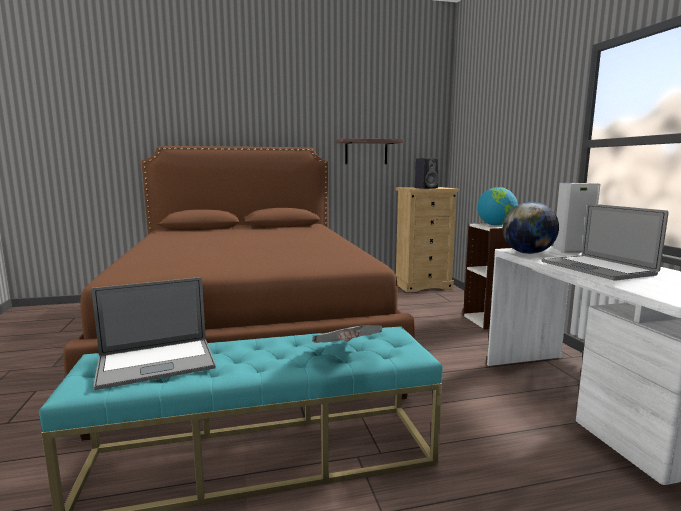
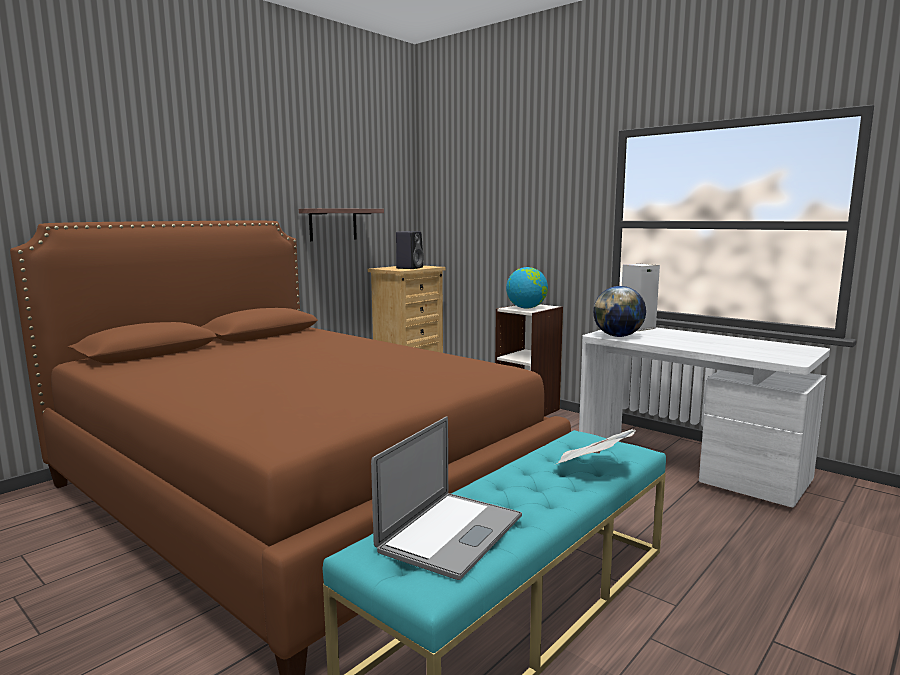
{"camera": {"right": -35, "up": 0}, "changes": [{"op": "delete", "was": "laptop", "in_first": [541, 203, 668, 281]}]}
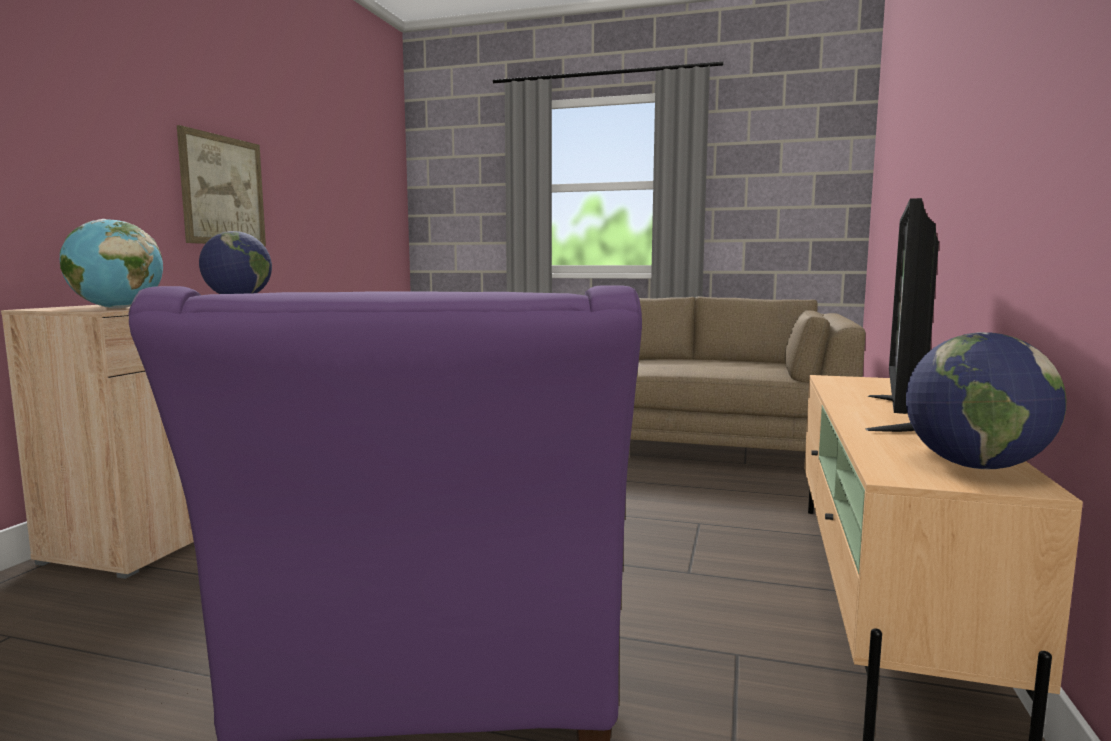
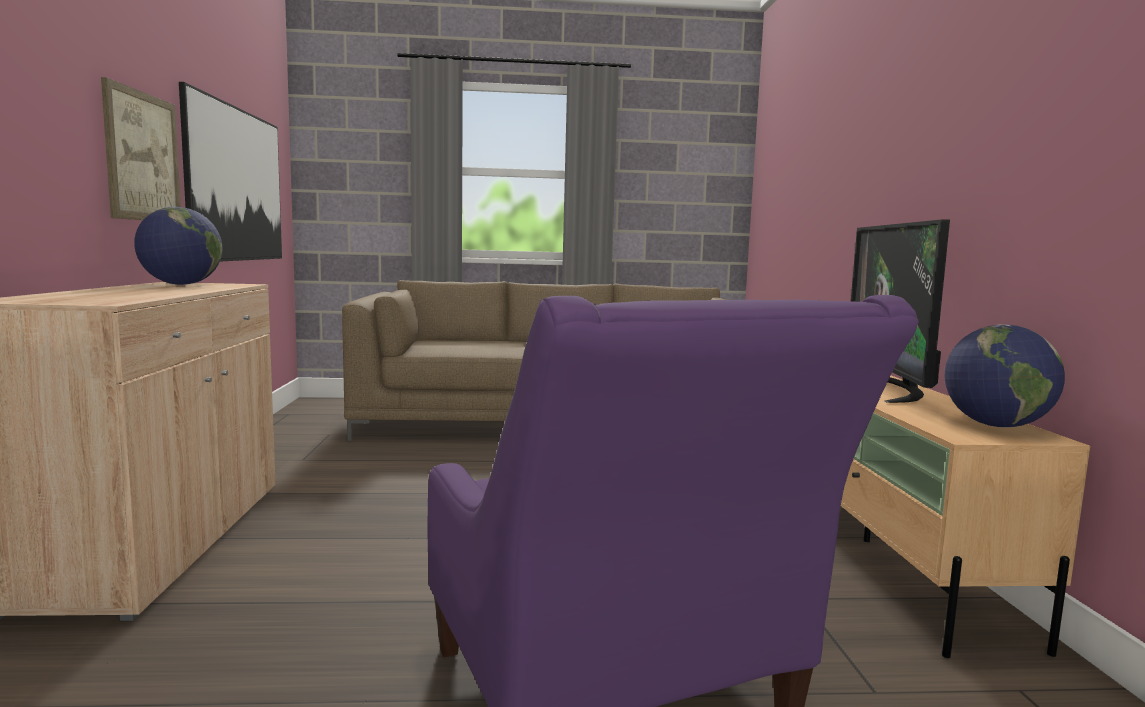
{"camera": {"right": -20, "up": 0}, "changes": [{"op": "insert", "now": "obraz", "in_second": [179, 82, 282, 261]}, {"op": "delete", "was": "globus", "in_first": [60, 219, 163, 309]}]}
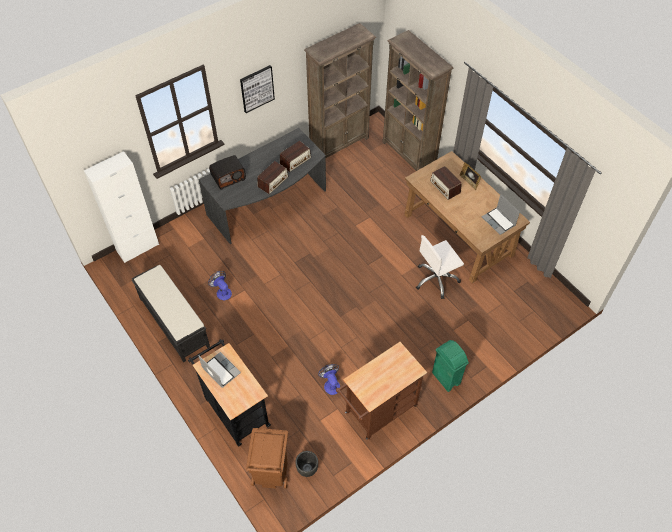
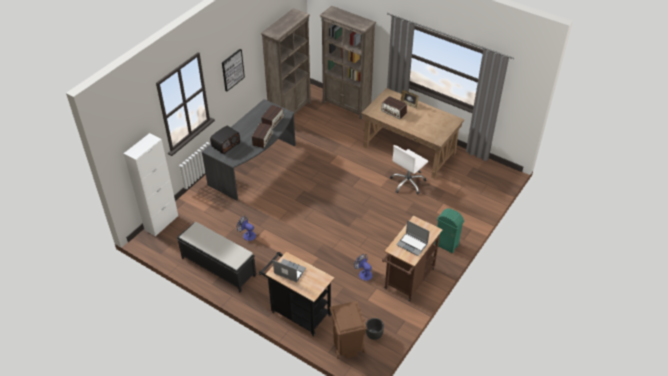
{"camera": {"right": -20, "up": -10}, "changes": [{"op": "move", "was": "laptop", "in_first": [482, 194, 520, 235], "in_second": [396, 220, 430, 256]}]}
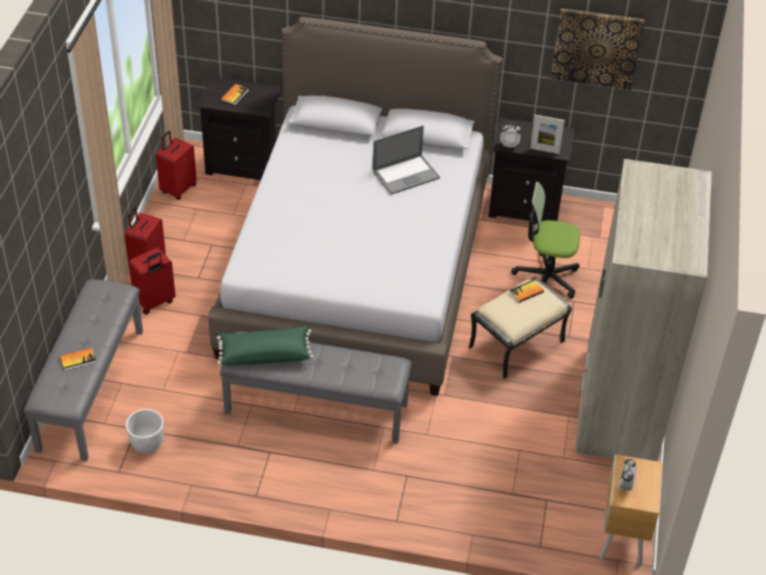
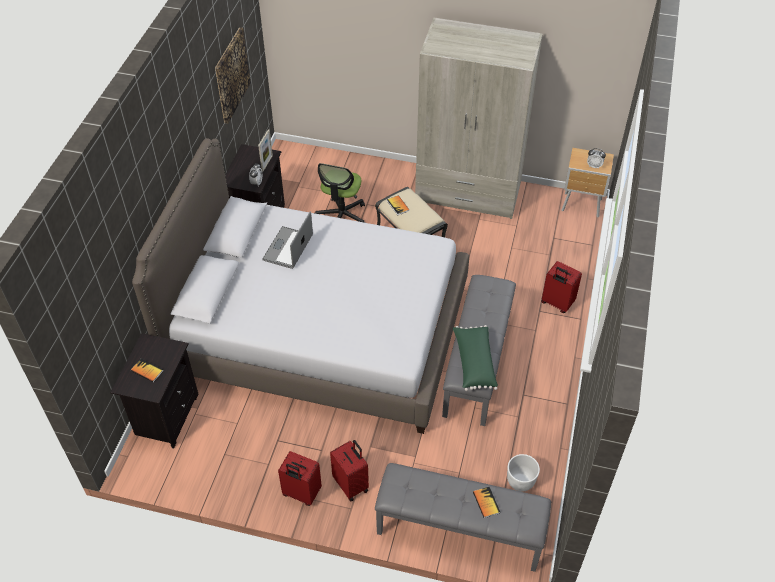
{"camera": {"right": -85, "up": 5}, "changes": [{"op": "rotate", "was": "laptop", "in_first": [373, 125, 440, 195], "in_second": [262, 212, 313, 269], "clockwise": -135}, {"op": "move", "was": "walizka [czerwony]", "in_first": [156, 131, 197, 200], "in_second": [541, 261, 582, 313]}]}
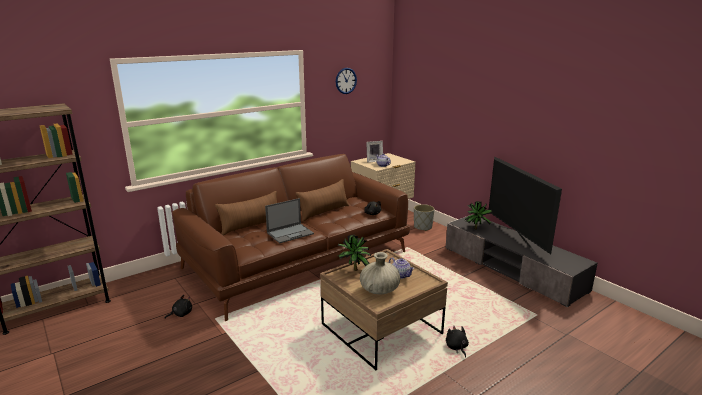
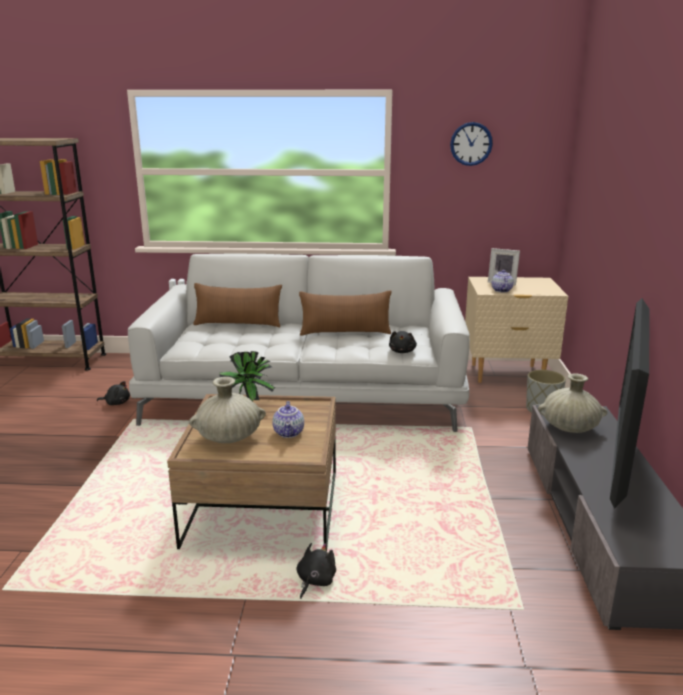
{"camera": {"right": 40, "up": 0}, "changes": [{"op": "recolor", "was": "kanapa [brązowy]", "now": "kanapa [biały]", "in_first": [172, 154, 410, 321], "in_second": [128, 254, 470, 432]}, {"op": "replace", "was": "roślina doniczkowa", "now": "wazon [beżowy]", "in_first": [465, 201, 492, 230], "in_second": [538, 373, 607, 433]}, {"op": "delete", "was": "laptop", "in_first": [265, 198, 314, 244]}]}
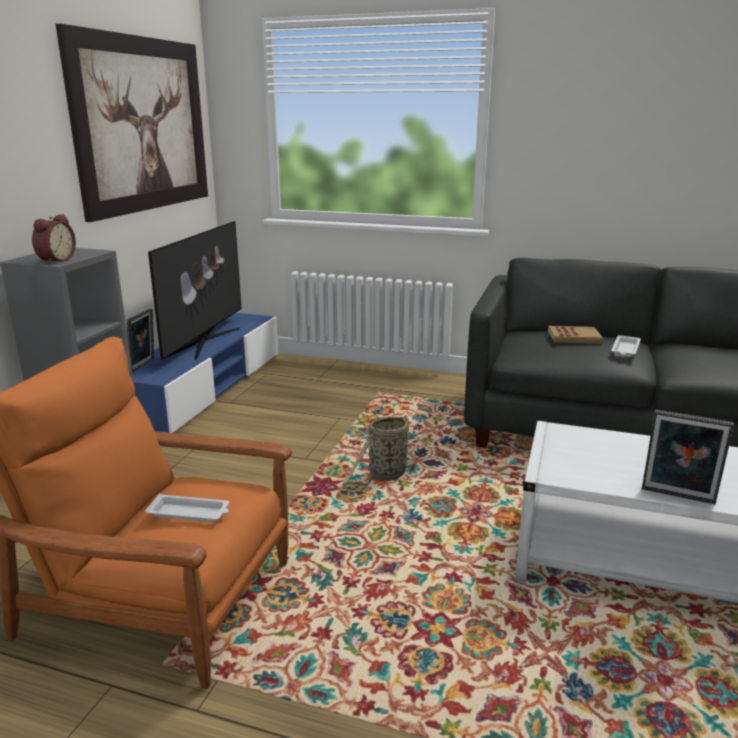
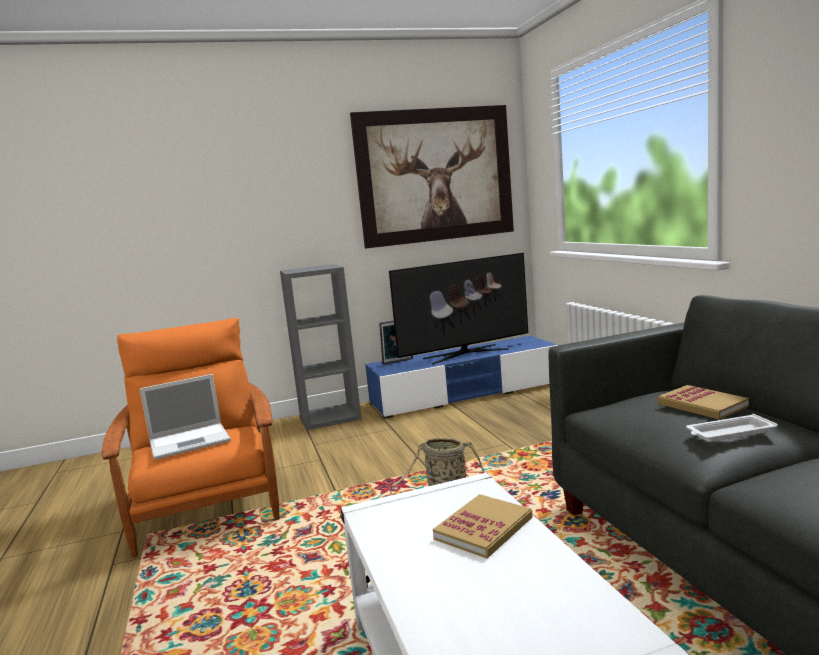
{"camera": {"right": 55, "up": -10}, "changes": [{"op": "replace", "was": "taca [biały]", "now": "laptop", "in_first": [145, 494, 229, 522], "in_second": [140, 374, 231, 460]}, {"op": "insert", "now": "książka", "in_second": [433, 494, 533, 558]}, {"op": "delete", "was": "budzik", "in_first": [32, 214, 76, 264]}, {"op": "delete", "was": "ramka na zdjęcie", "in_first": [642, 409, 734, 504]}]}
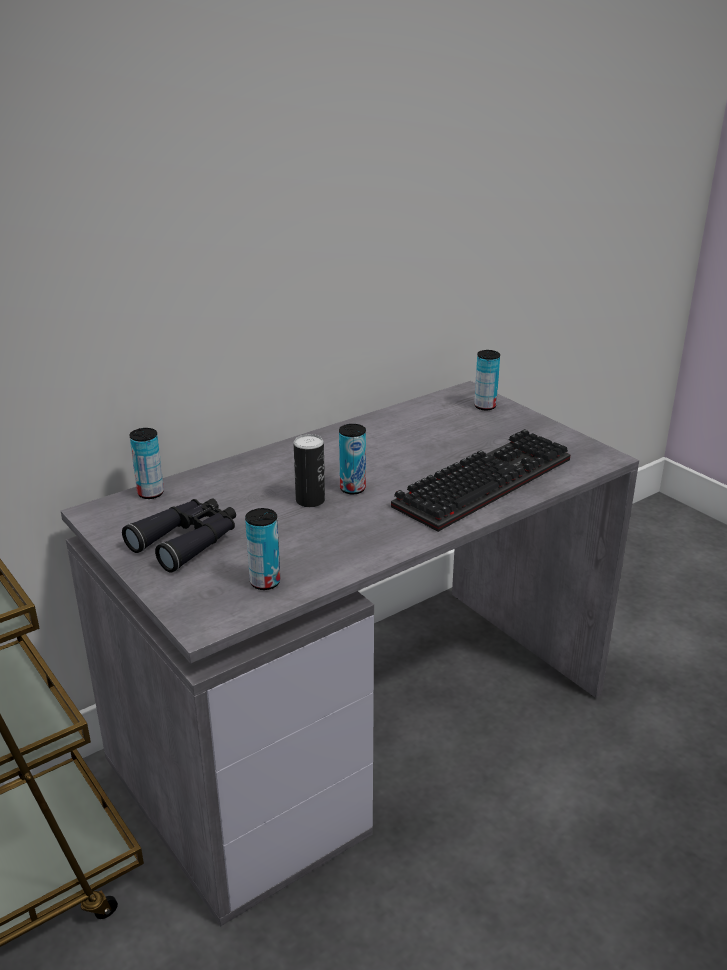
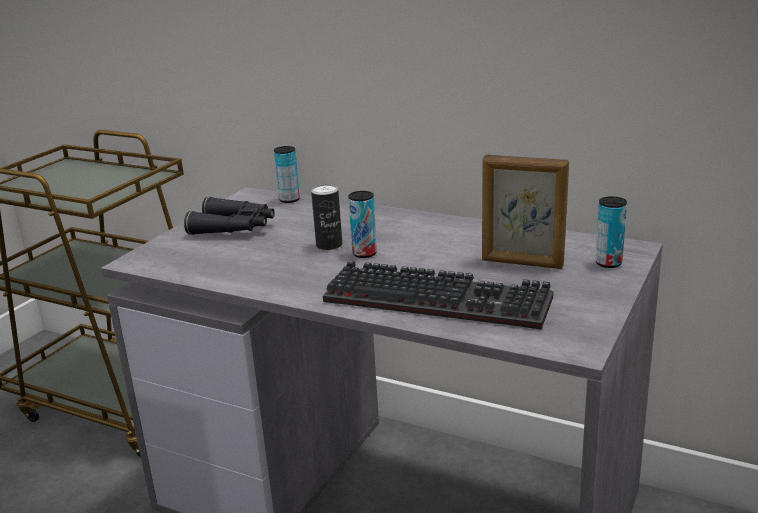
{"camera": {"right": 65, "up": -5}, "changes": [{"op": "insert", "now": "ramka na zdjęcie", "in_second": [482, 154, 569, 269]}, {"op": "delete", "was": "puszka", "in_first": [245, 508, 280, 590]}]}
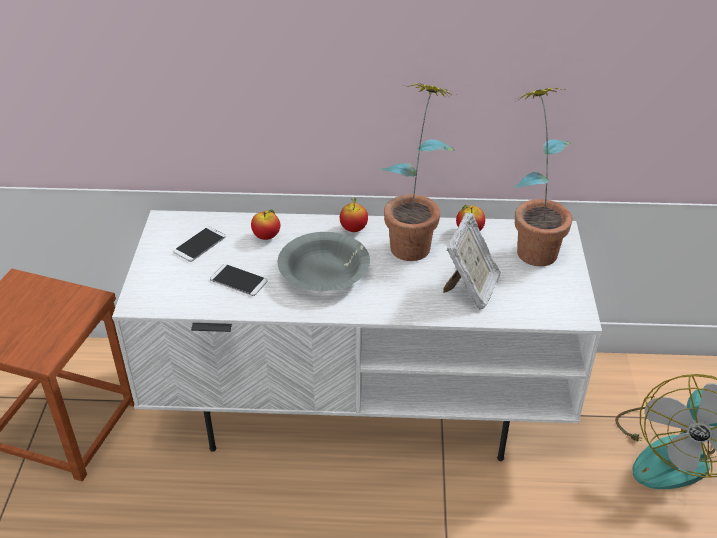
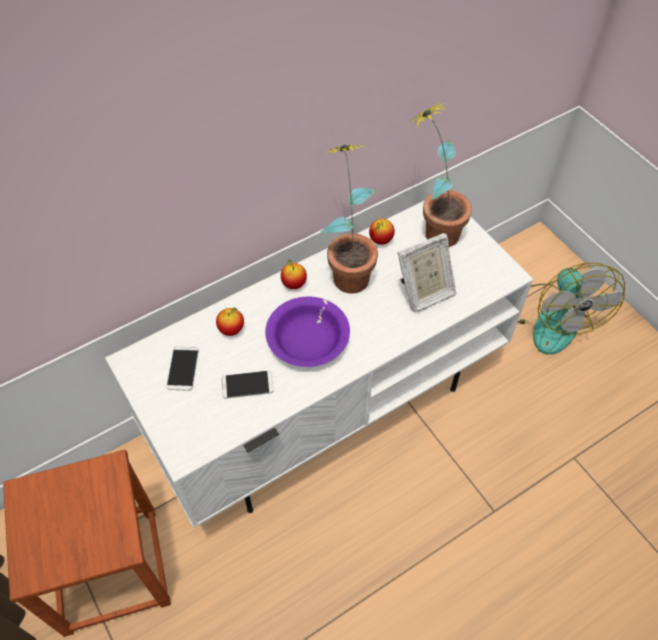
{"camera": {"right": -35, "up": 15}, "changes": [{"op": "recolor", "was": "miska [szary]", "now": "miska [fioletowy]", "in_first": [278, 232, 370, 291], "in_second": [265, 296, 350, 367]}, {"op": "rotate", "was": "ramka na zdjęcie", "in_first": [443, 212, 501, 310], "in_second": [397, 233, 457, 312], "clockwise": 75}]}
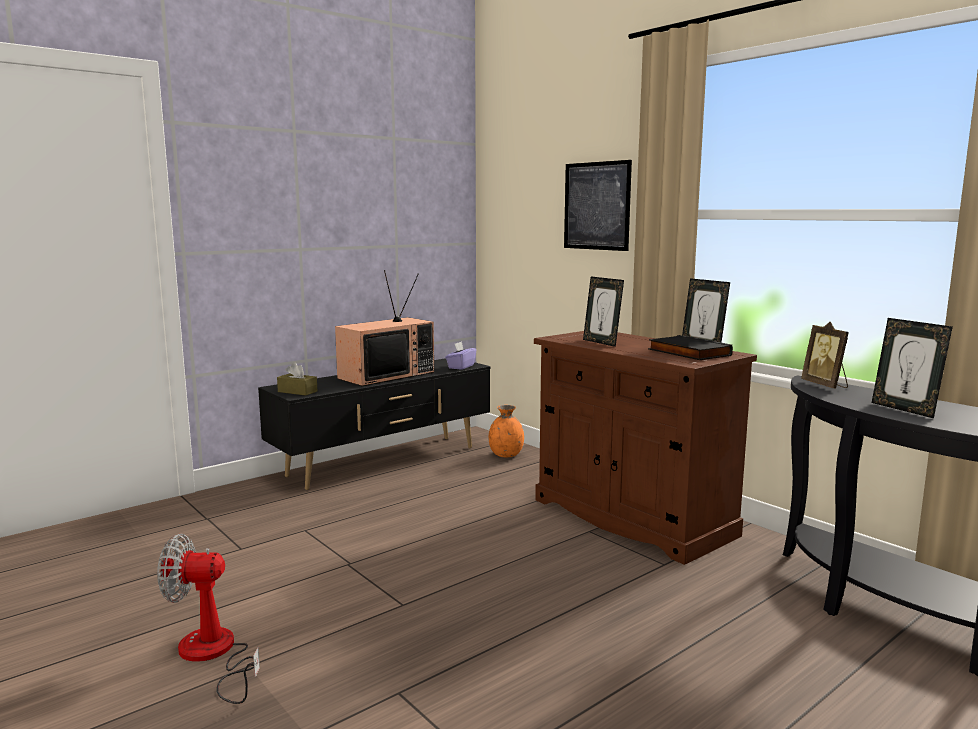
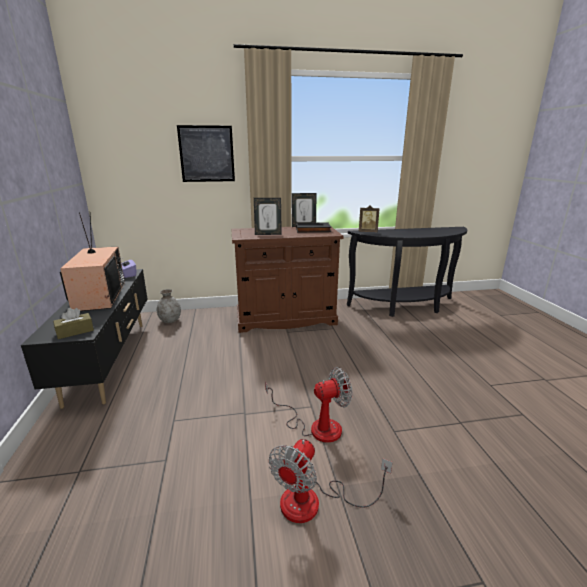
{"camera": {"right": -60, "up": 10}, "changes": [{"op": "recolor", "was": "wazon [pomarańczowy]", "now": "wazon [szary]", "in_first": [488, 405, 524, 457], "in_second": [157, 289, 181, 323]}, {"op": "insert", "now": "wentylator", "in_second": [265, 367, 352, 443]}, {"op": "delete", "was": "ramka na zdjęcie", "in_first": [872, 318, 953, 418]}]}
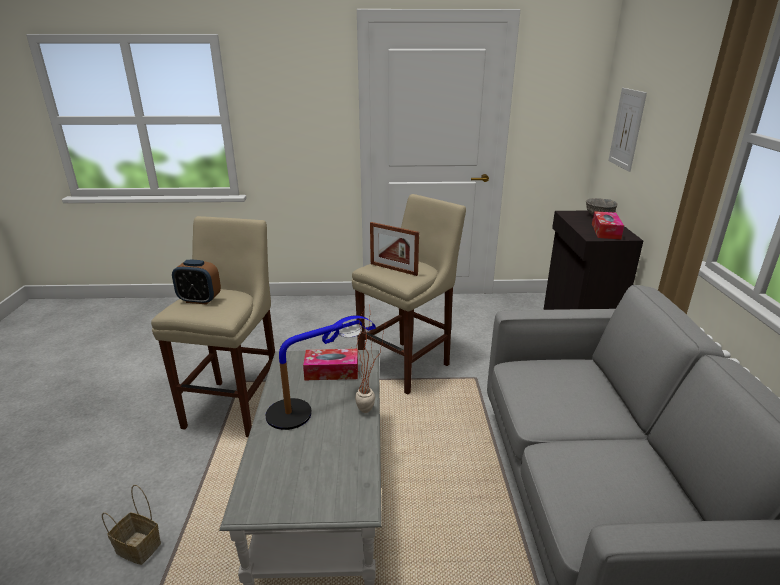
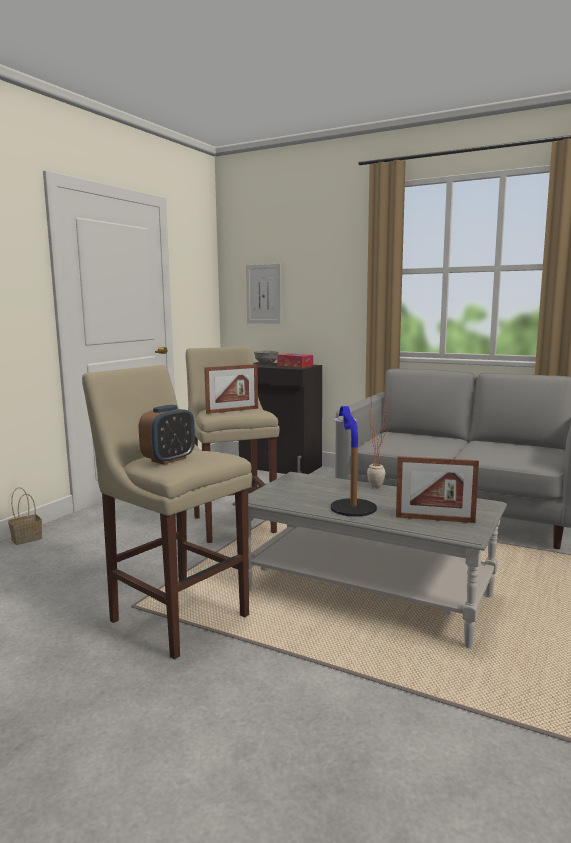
{"camera": {"right": -60, "up": -15}, "changes": [{"op": "move", "was": "koszyk", "in_first": [102, 485, 161, 565], "in_second": [8, 487, 42, 545]}, {"op": "insert", "now": "ramka na zdjęcie", "in_second": [396, 456, 479, 523]}, {"op": "delete", "was": "pudełko chusteczek", "in_first": [303, 349, 358, 381]}]}
